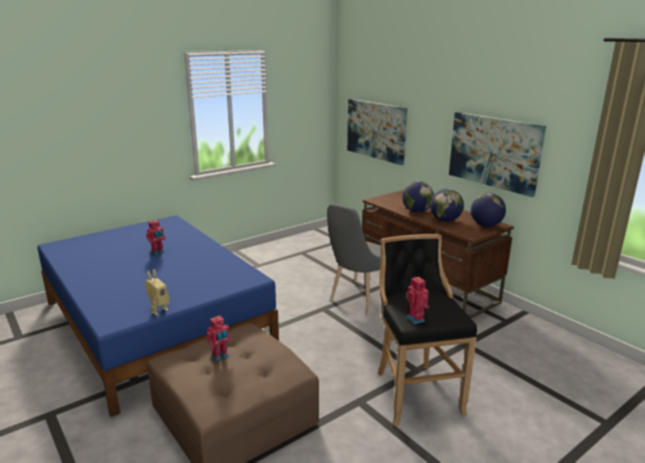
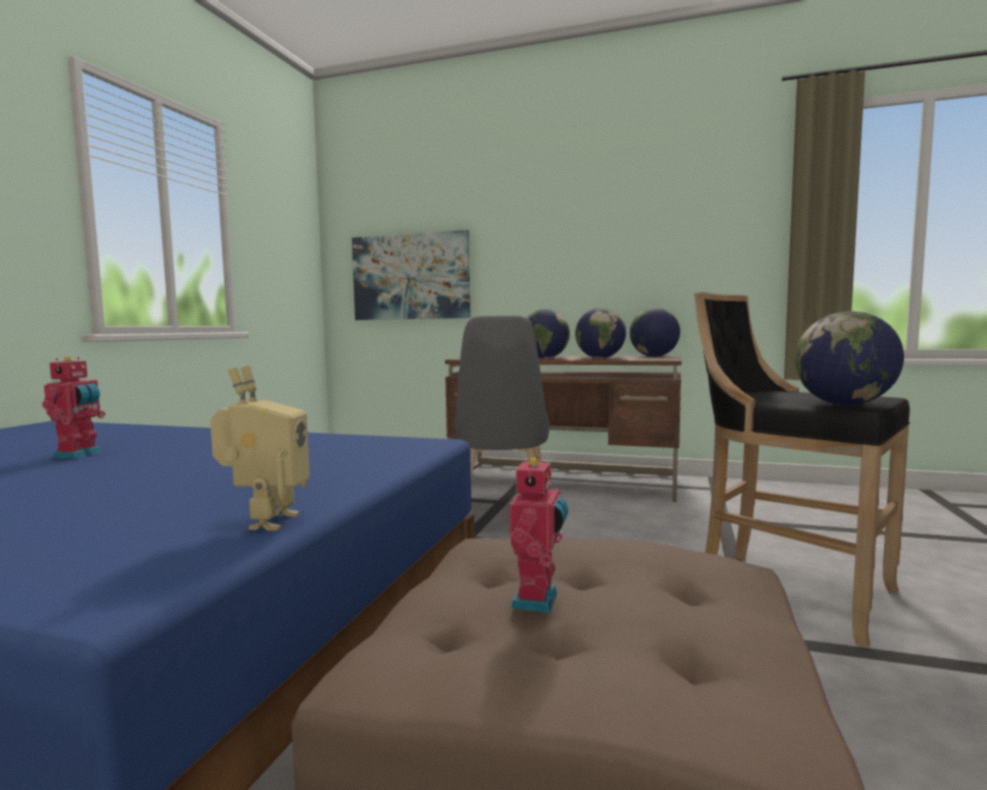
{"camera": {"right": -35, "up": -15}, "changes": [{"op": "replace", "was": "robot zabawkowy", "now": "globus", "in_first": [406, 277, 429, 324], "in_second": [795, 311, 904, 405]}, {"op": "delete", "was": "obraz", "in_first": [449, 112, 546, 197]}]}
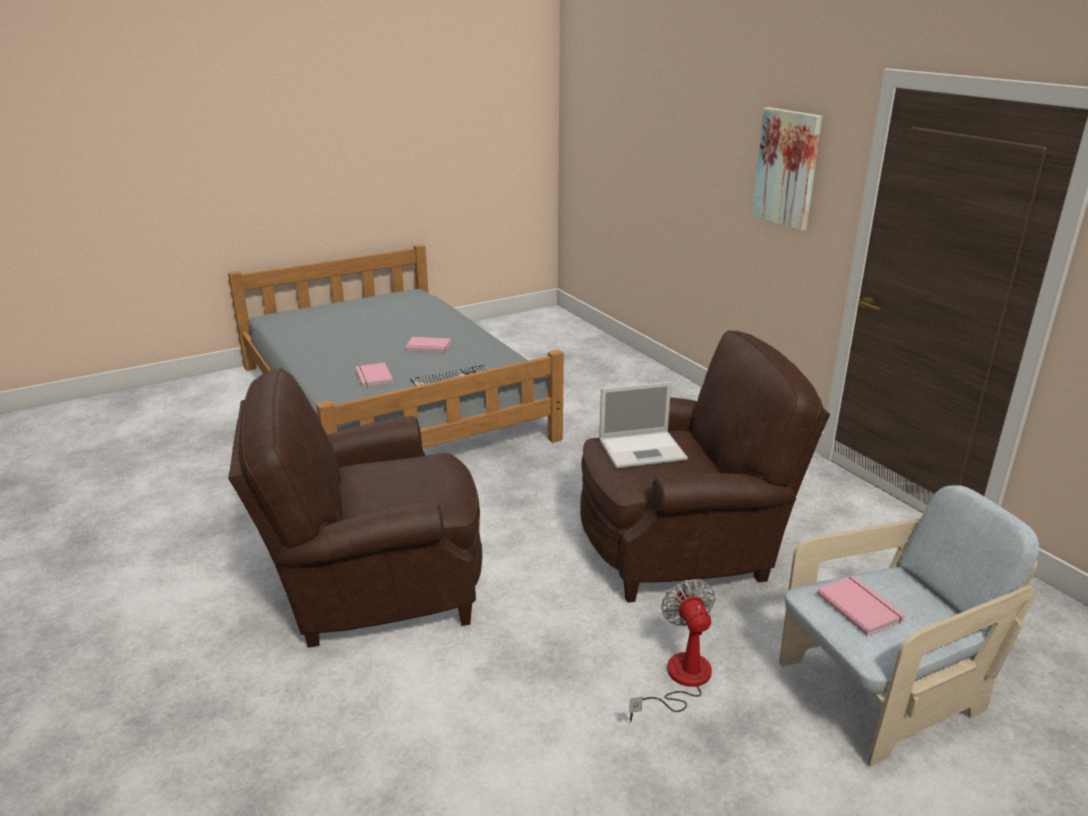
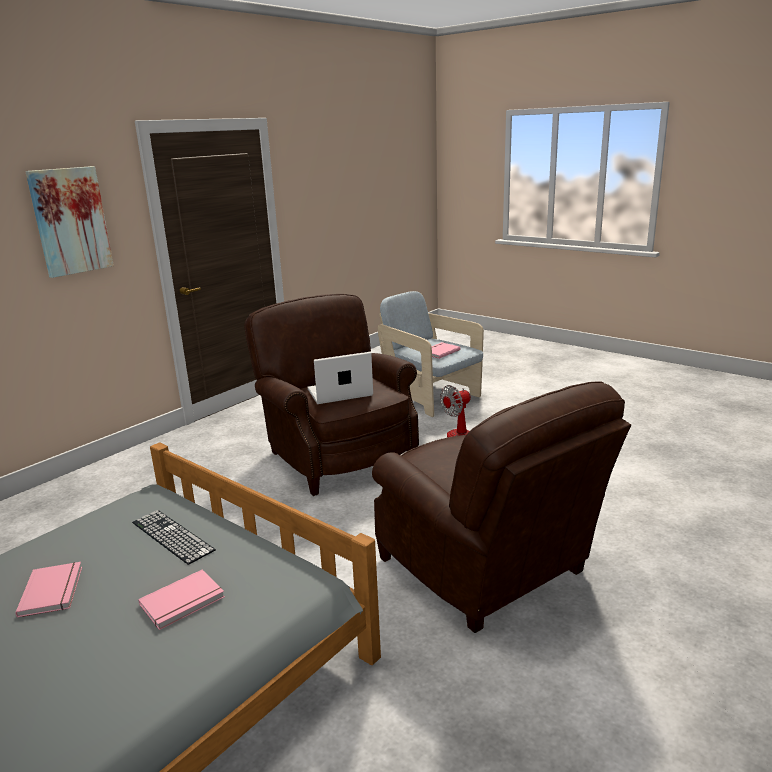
{"camera": {"right": -110, "up": -5}, "changes": [{"op": "rotate", "was": "laptop", "in_first": [599, 382, 688, 468], "in_second": [307, 352, 373, 404], "clockwise": -75}]}
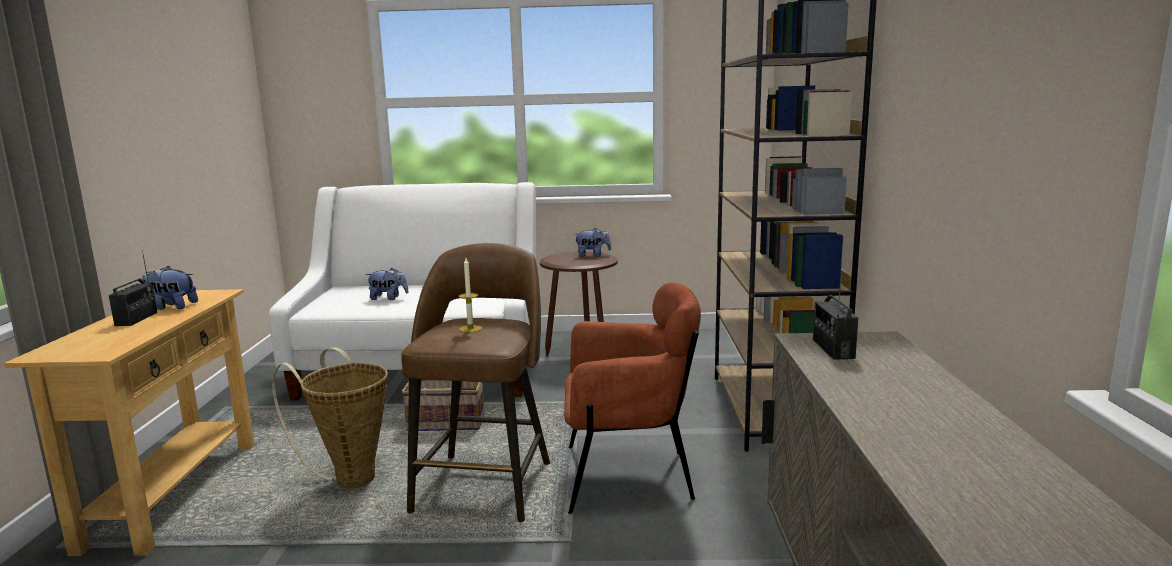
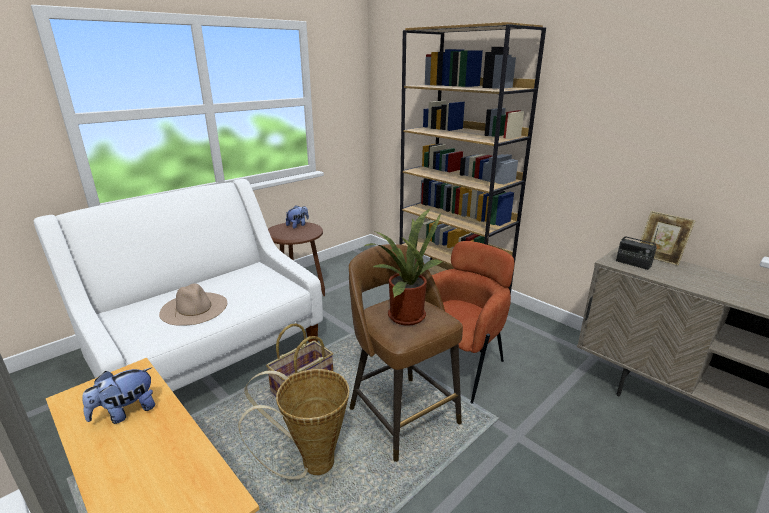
{"camera": {"right": -45, "up": 10}, "changes": [{"op": "replace", "was": "pluszak", "now": "kapelusz [beżowy]", "in_first": [366, 268, 408, 300], "in_second": [159, 284, 227, 326]}, {"op": "replace", "was": "świeca", "now": "roślina doniczkowa", "in_first": [459, 258, 482, 333], "in_second": [364, 209, 443, 326]}, {"op": "insert", "now": "ramka na zdjęcie", "in_second": [640, 211, 695, 266]}, {"op": "delete", "was": "radio", "in_first": [109, 250, 157, 326]}]}
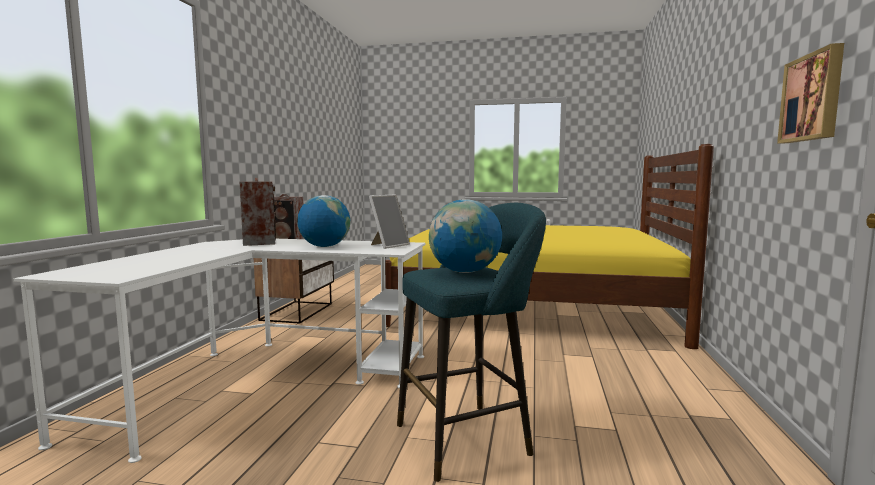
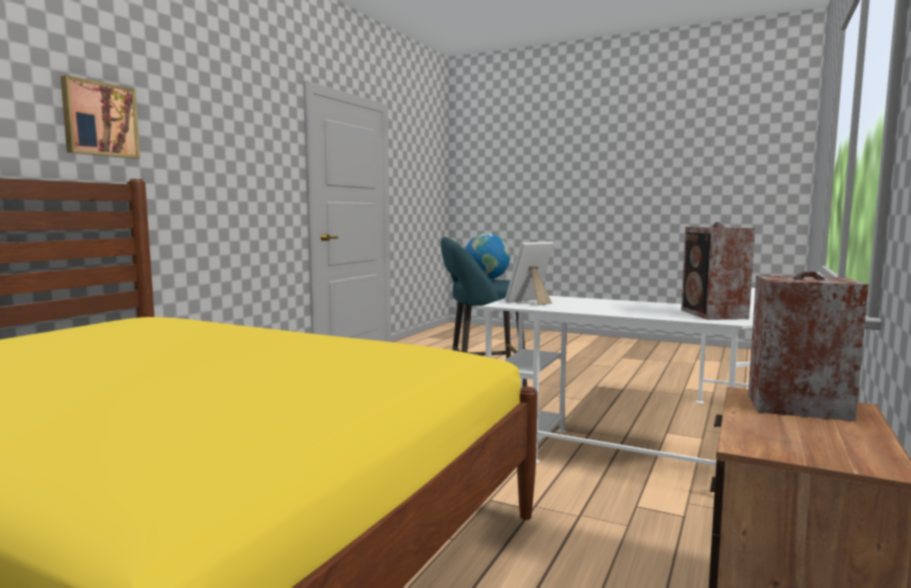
{"camera": {"right": -165, "up": 0}, "changes": [{"op": "move", "was": "obraz", "in_first": [777, 43, 844, 143], "in_second": [60, 75, 140, 159]}, {"op": "delete", "was": "globus", "in_first": [297, 195, 350, 247]}]}
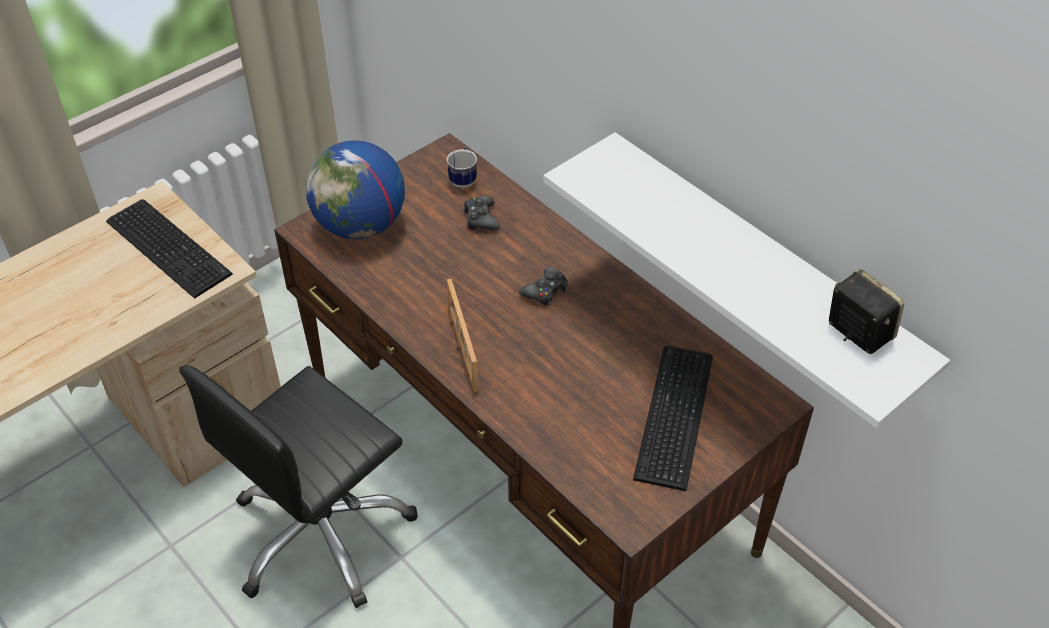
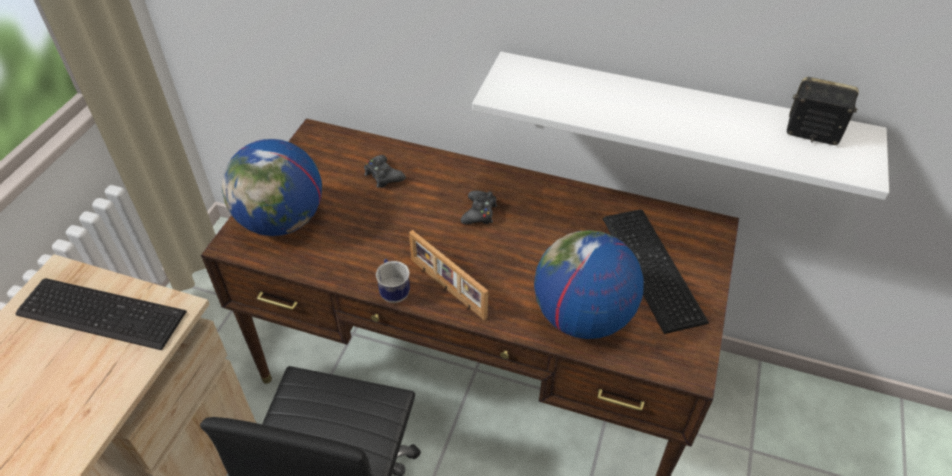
{"camera": {"right": -30, "up": 0}, "changes": [{"op": "move", "was": "kubek", "in_first": [447, 148, 477, 188], "in_second": [376, 259, 410, 303]}, {"op": "insert", "now": "globus", "in_second": [534, 230, 644, 339]}]}
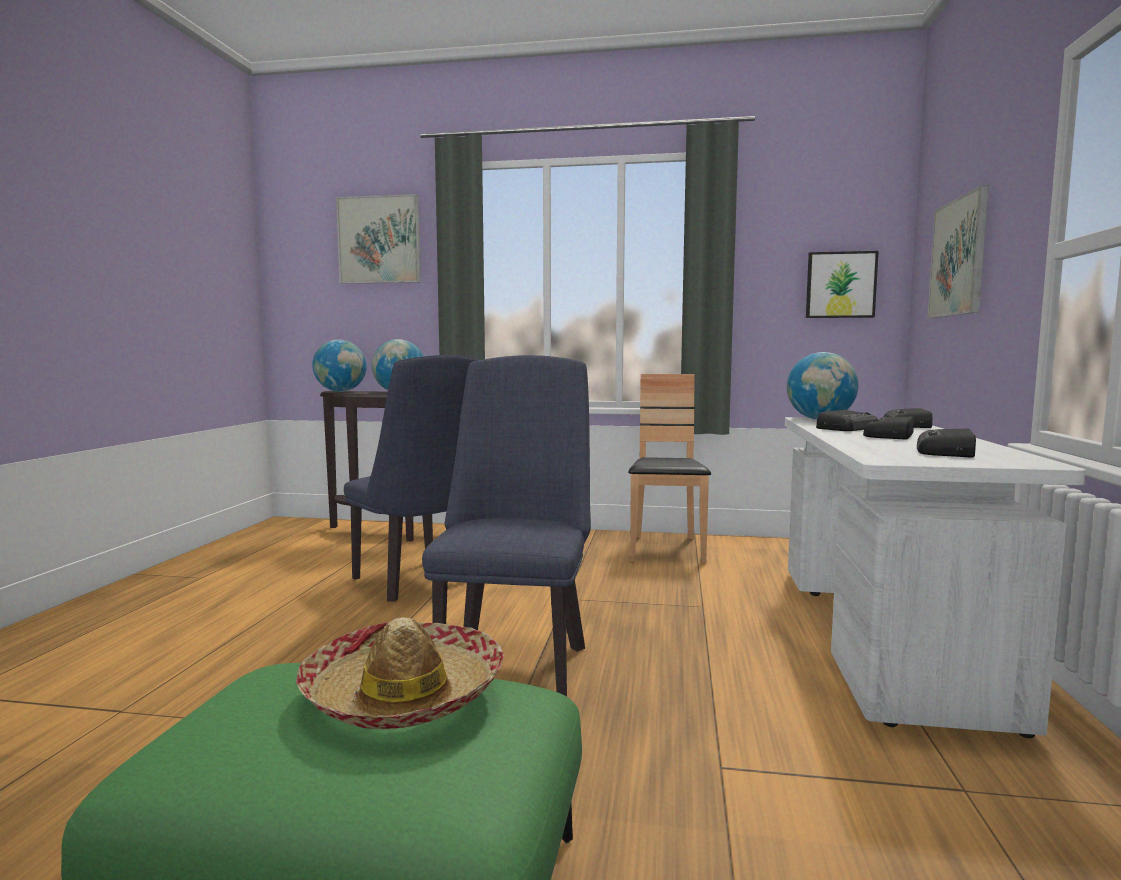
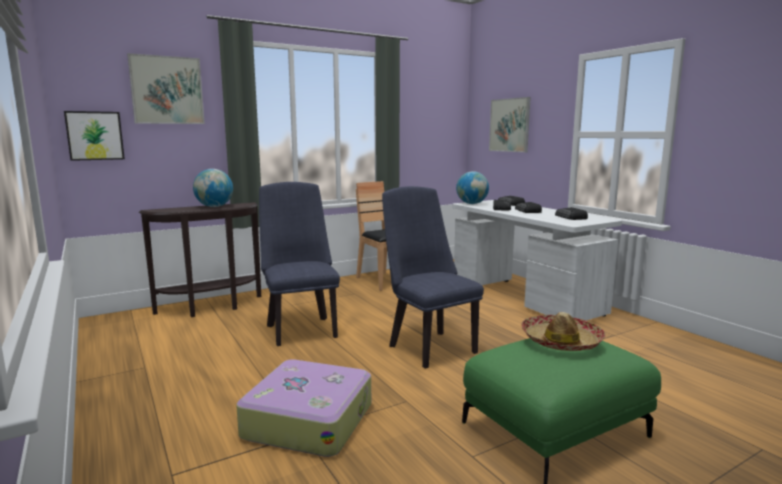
{"camera": {"right": -40, "up": 5}, "changes": [{"op": "move", "was": "obraz", "in_first": [806, 251, 879, 318], "in_second": [64, 111, 125, 161]}, {"op": "insert", "now": "walizka", "in_second": [236, 359, 371, 457]}, {"op": "rotate", "was": "krzesło [niebieski]", "in_first": [344, 355, 481, 601], "in_second": [259, 182, 340, 346], "clockwise": -120}, {"op": "delete", "was": "globus", "in_first": [312, 339, 367, 392]}]}
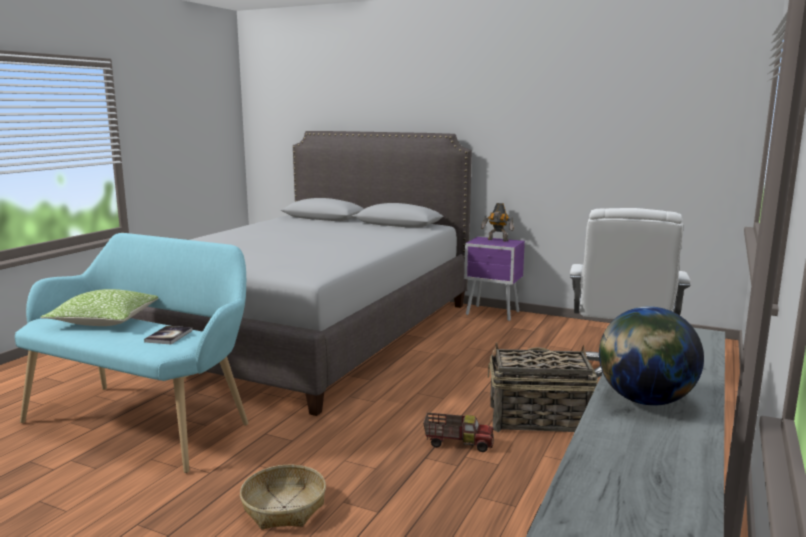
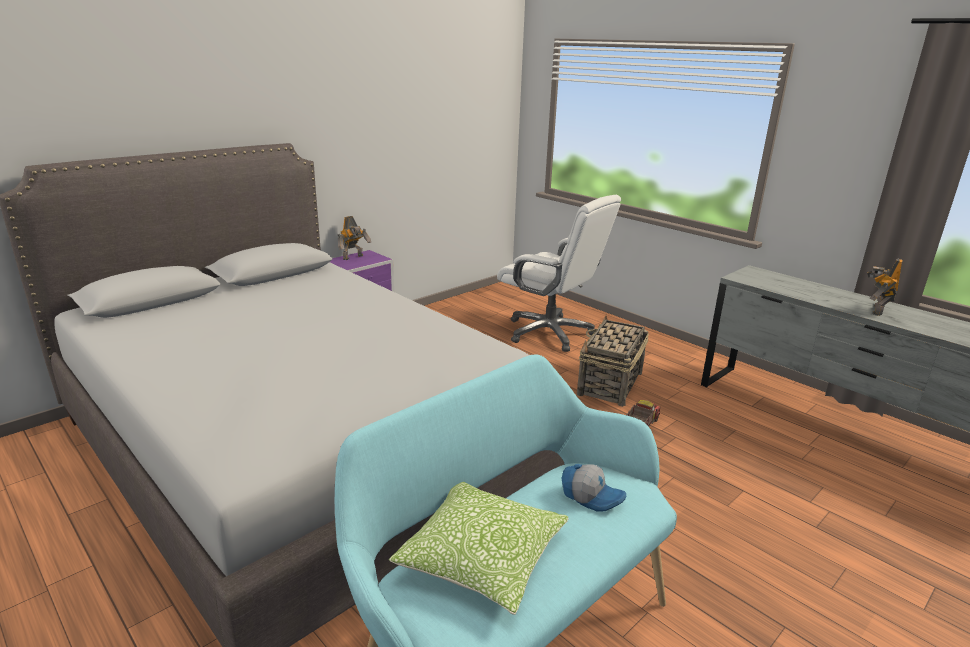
{"camera": {"right": -70, "up": 10}, "changes": [{"op": "replace", "was": "książka", "now": "czapka z daszkiem", "in_first": [144, 326, 192, 344], "in_second": [561, 464, 626, 511]}, {"op": "replace", "was": "globus", "now": "robot zabawkowy", "in_first": [599, 306, 704, 406], "in_second": [867, 258, 903, 316]}, {"op": "delete", "was": "koszyk", "in_first": [240, 465, 326, 529]}]}
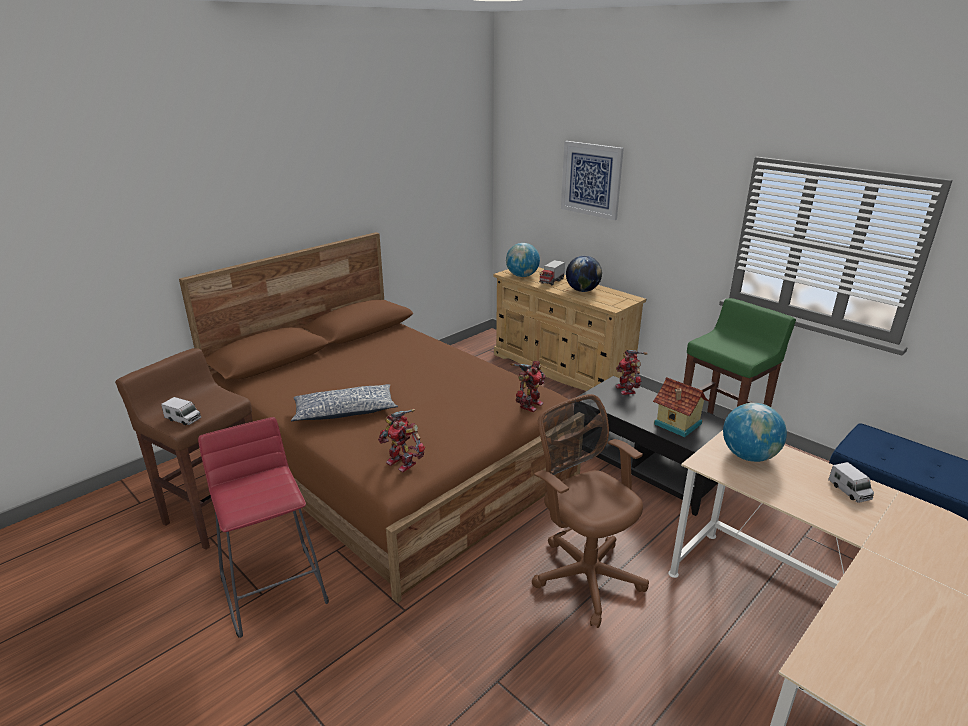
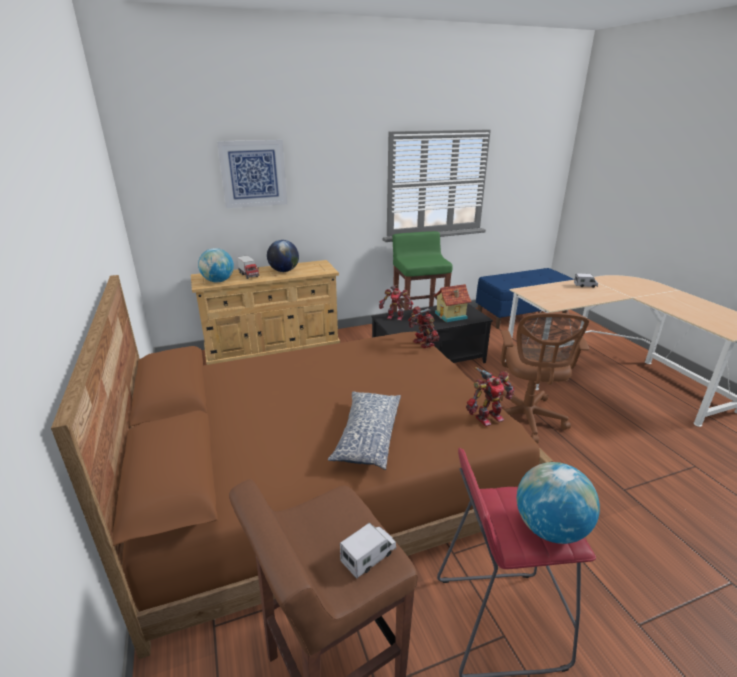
{"camera": {"right": -65, "up": 0}, "changes": [{"op": "rotate", "was": "krzesło biurowe [brązowy]", "in_first": [532, 394, 649, 628], "in_second": [500, 313, 589, 444], "clockwise": -75}, {"op": "move", "was": "globus", "in_first": [723, 403, 787, 462], "in_second": [517, 462, 600, 544]}]}
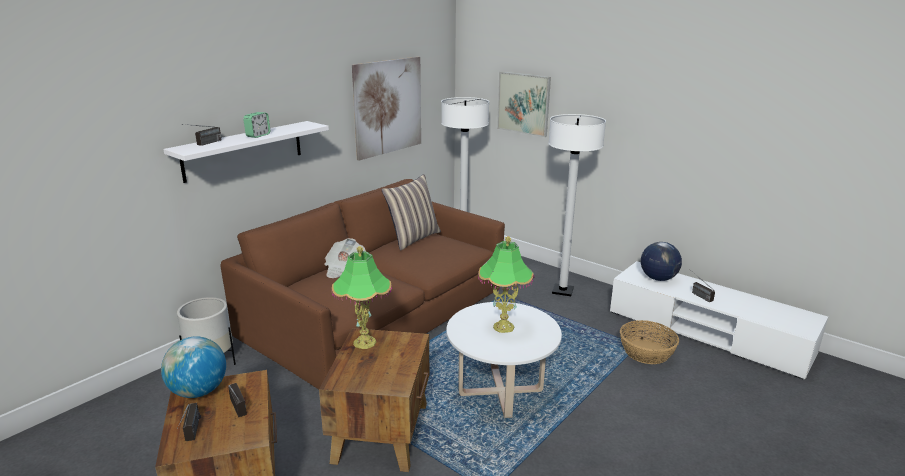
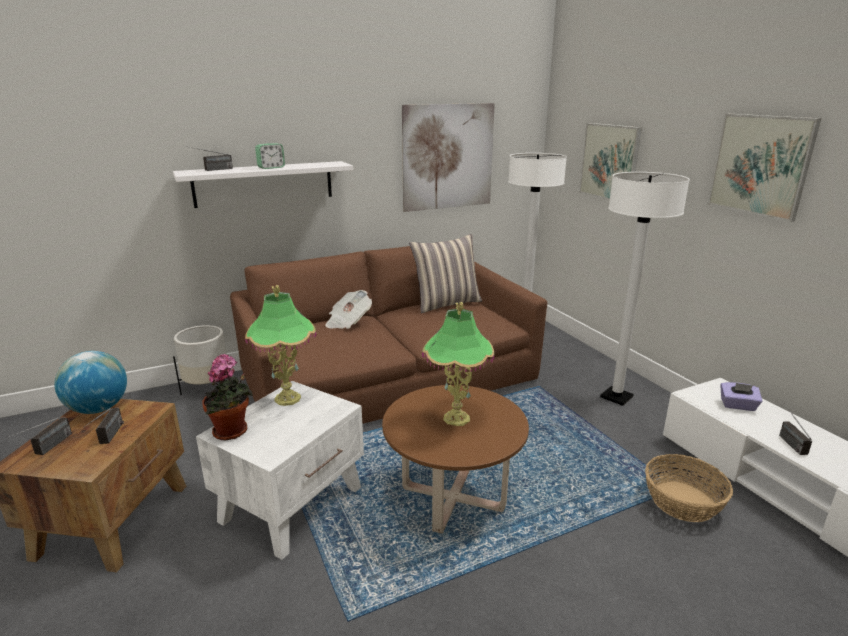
{"camera": {"right": 25, "up": 0}, "changes": [{"op": "recolor", "was": "stolik [brązowy]", "now": "stolik [biały]", "in_first": [319, 328, 429, 472], "in_second": [196, 381, 364, 560]}, {"op": "insert", "now": "roślina doniczkowa", "in_second": [202, 354, 253, 440]}, {"op": "recolor", "was": "ława [biały]", "now": "ława [brązowy]", "in_first": [446, 302, 562, 418], "in_second": [382, 385, 529, 534]}, {"op": "insert", "now": "obraz", "in_second": [707, 114, 821, 222]}, {"op": "replace", "was": "globus", "now": "pudełko chusteczek [fioletowy]", "in_first": [641, 242, 682, 281], "in_second": [720, 382, 762, 411]}]}
